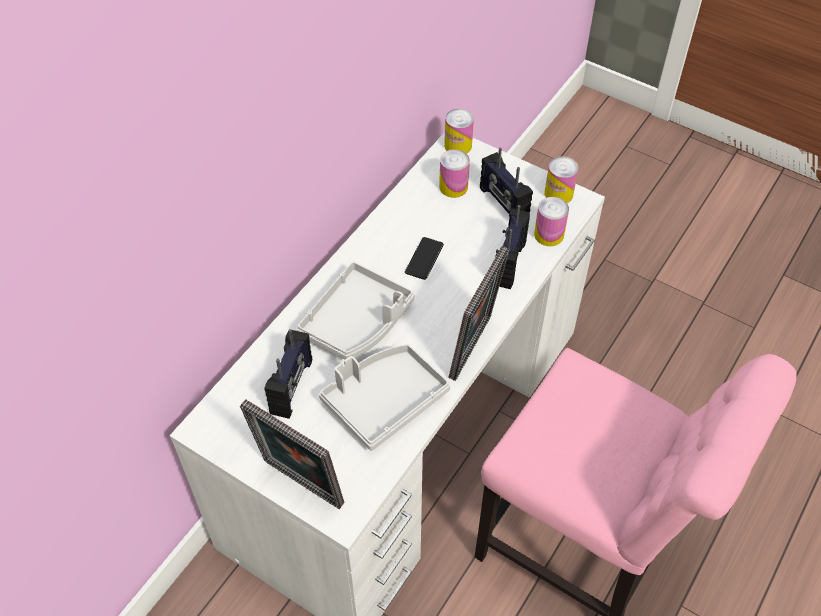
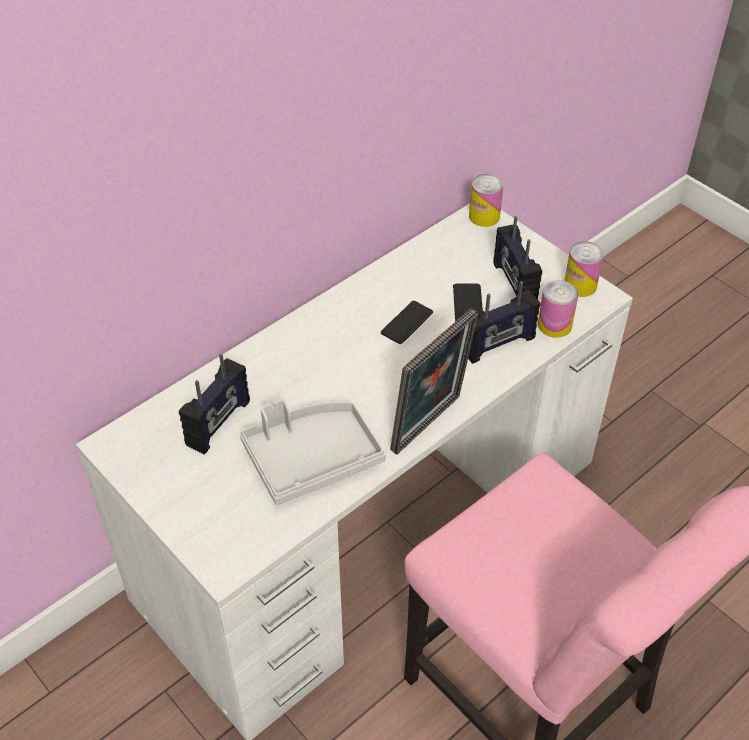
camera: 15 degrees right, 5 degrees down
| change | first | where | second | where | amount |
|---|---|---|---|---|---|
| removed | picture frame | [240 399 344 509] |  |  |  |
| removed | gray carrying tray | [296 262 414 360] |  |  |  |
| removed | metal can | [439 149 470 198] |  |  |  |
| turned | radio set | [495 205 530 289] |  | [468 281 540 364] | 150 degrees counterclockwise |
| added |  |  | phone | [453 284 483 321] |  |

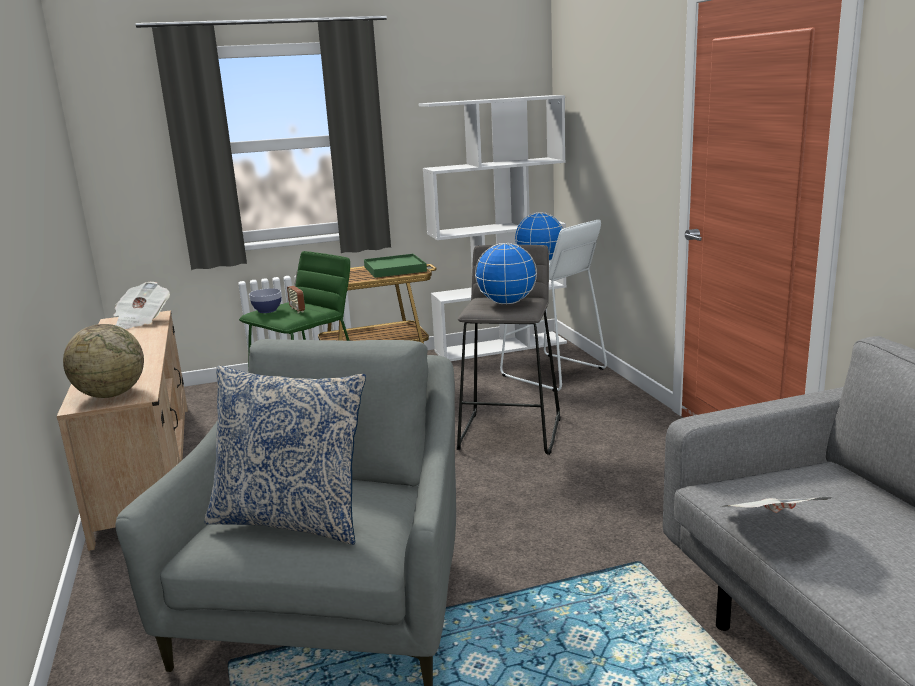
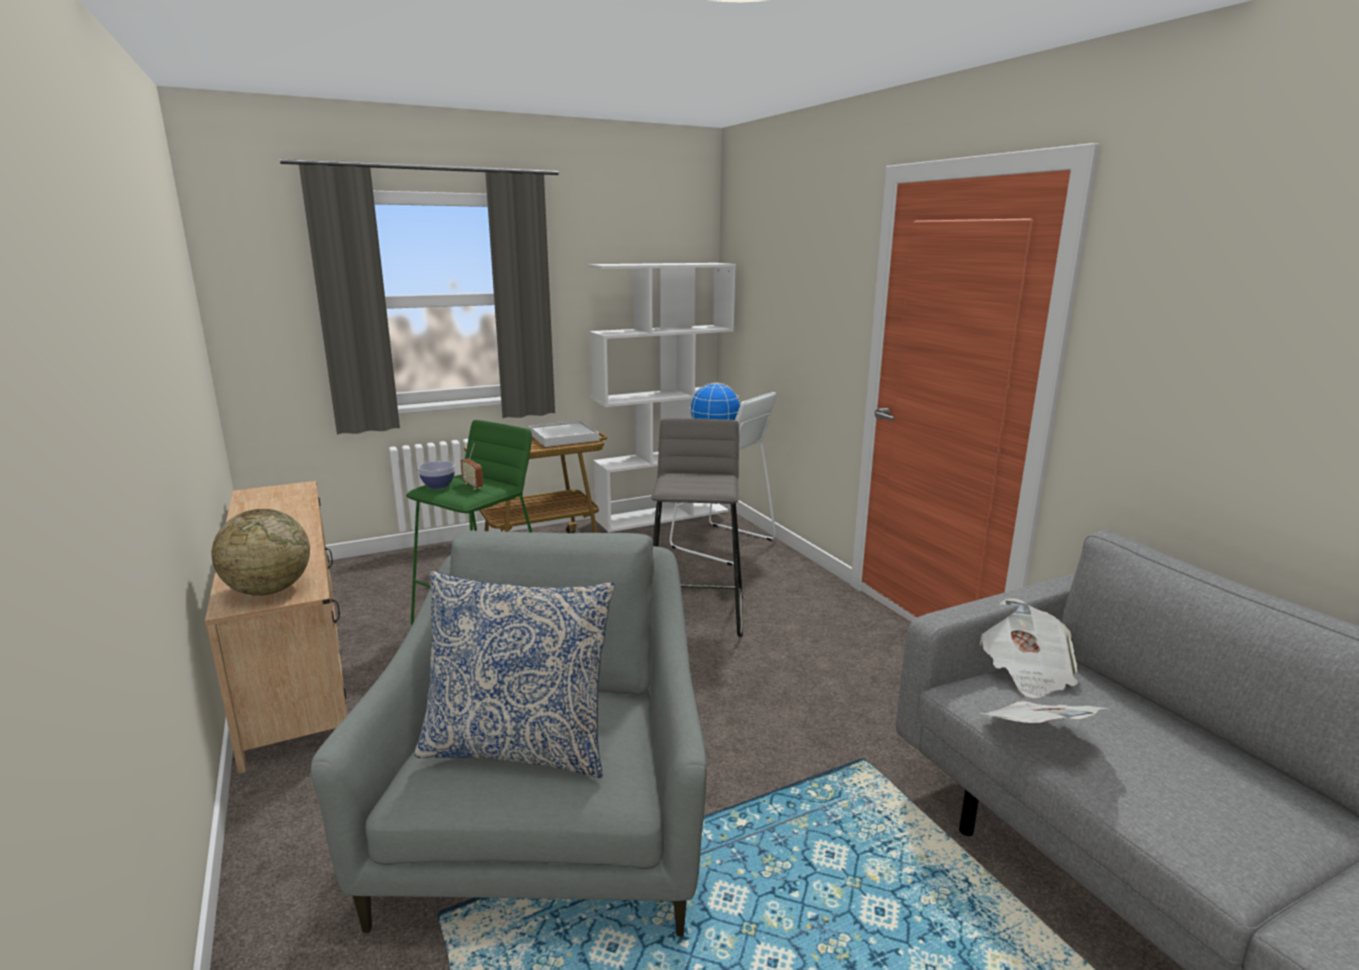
camera: 10 degrees left, 0 degrees up
| change | first | where | second | where | amount |
|---|---|---|---|---|---|
| moved | daily paper | [113 282 170 329] |  | [980 598 1078 698] |  |
| recoloured | green carrying tray | [364 254 427 278] | white-coloured carrying tray | [529 421 599 447] |  |
| removed | globe | [475 243 537 305] |  |  |  |

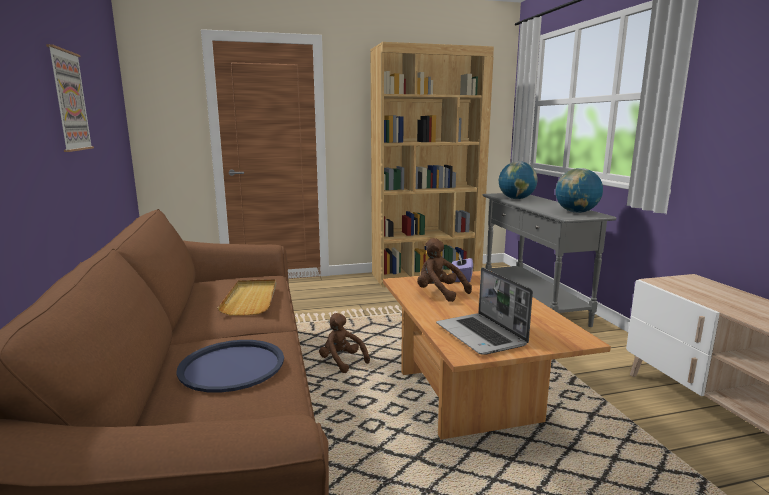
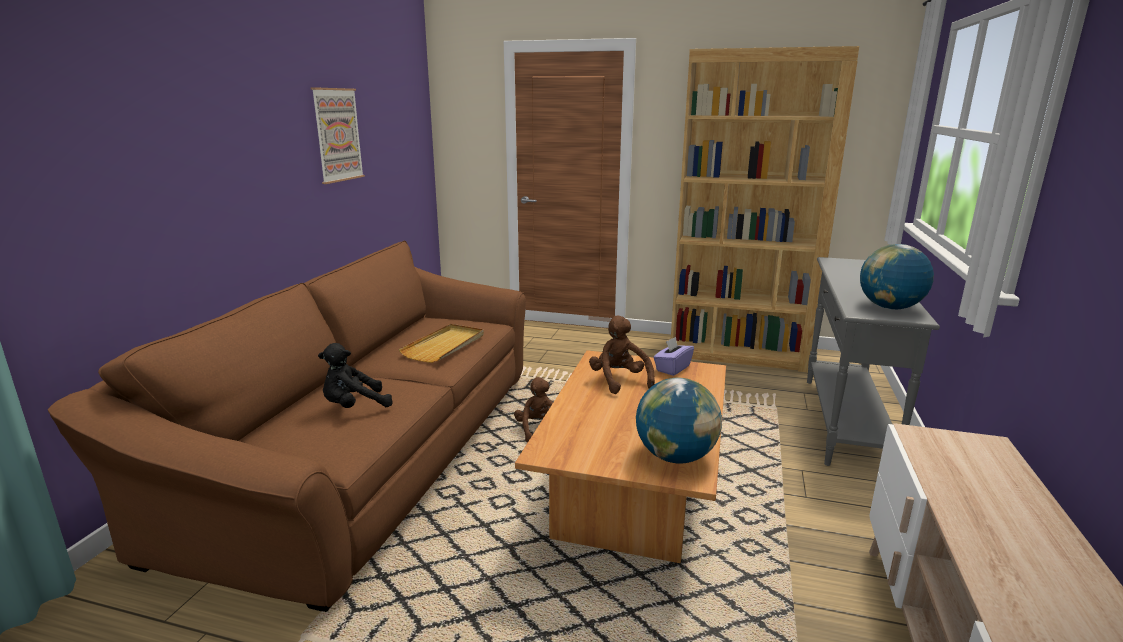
camera: 30 degrees right, 5 degrees up
| change | first | where | second | where | amount |
|---|---|---|---|---|---|
| replaced | bluish carrying tray | [176 340 284 393] | blackish plush toy | [318 343 393 408] |  |
| removed | notebook computer | [436 267 533 355] |  |  |  |
| moved | globe | [499 161 538 199] |  | [636 378 722 464] |  |

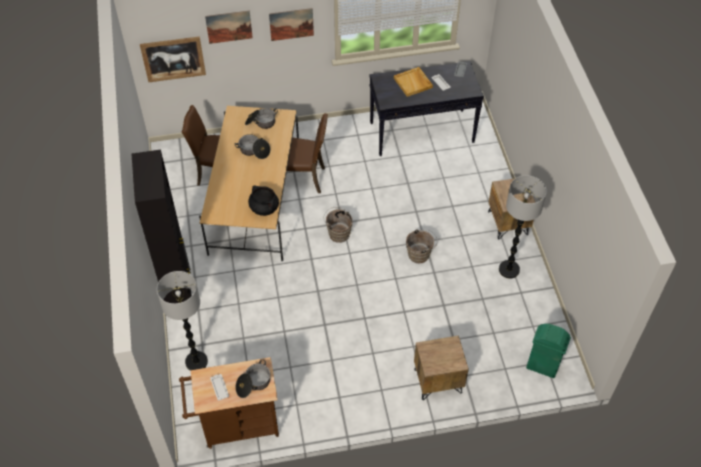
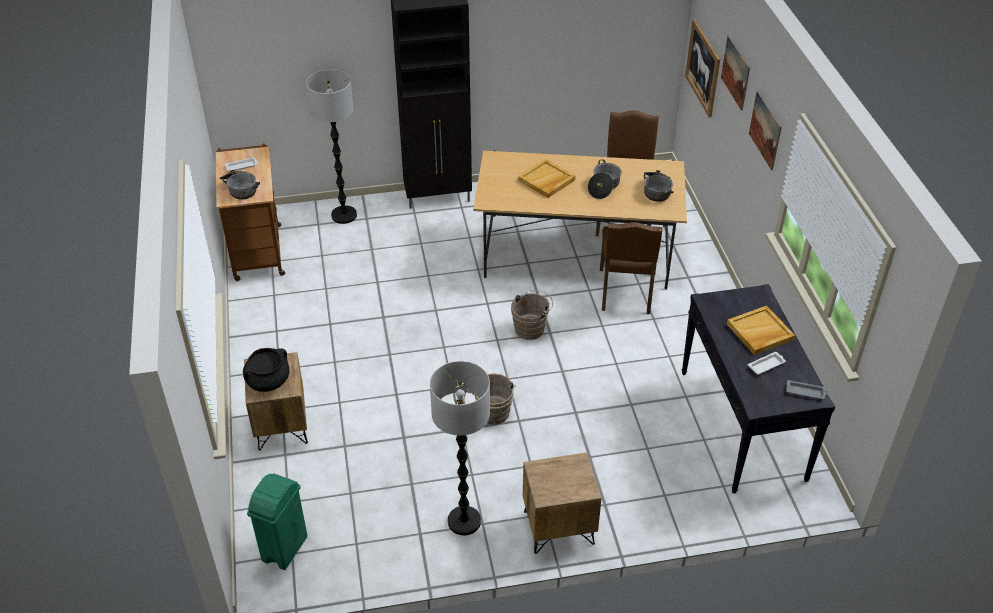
camera: 90 degrees right, 10 degrees down
| change | first | where | second | where | amount |
|---|---|---|---|---|---|
| moved | blackish saucepot | [248 185 279 216] |  | [243 348 289 392] |  |
| added |  |  | sand-coloured carrying tray | [518 159 575 198] |  |

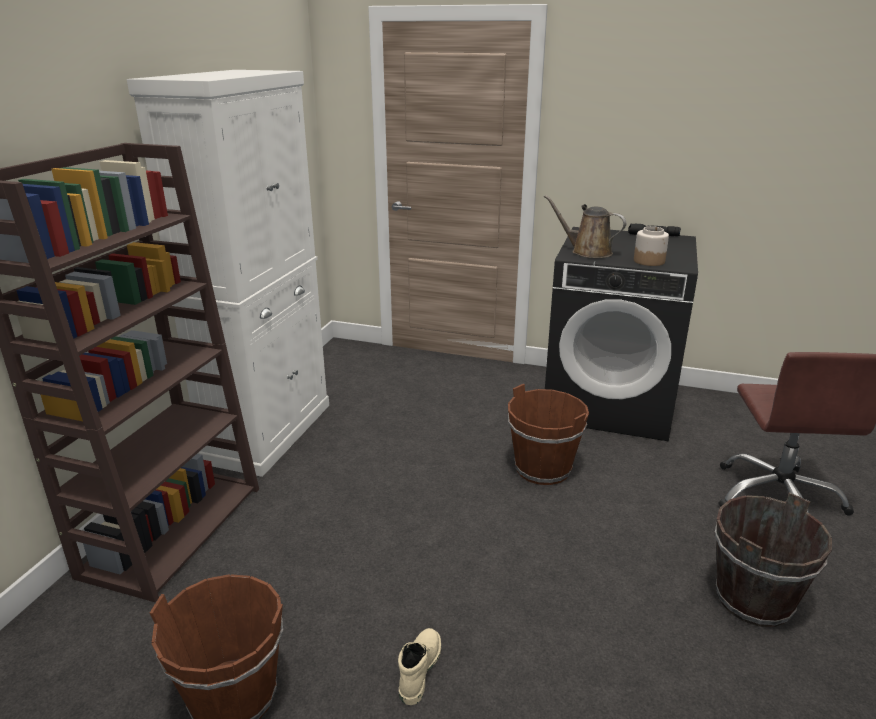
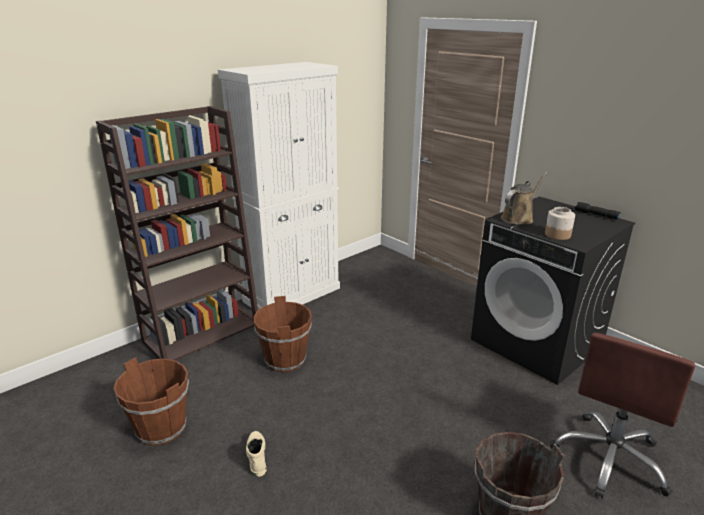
camera: 30 degrees right, 0 degrees up
| change | first | where | second | where | amount |
|---|---|---|---|---|---|
| turned | sand-coloured boot | [398 628 441 705] |  | [246 431 267 477] | 60 degrees counterclockwise |
| moved | brown bucket | [508 384 589 485] |  | [254 296 312 372] |  |
| turned | brown watering can | [544 195 626 258] |  | [501 172 548 225] | 75 degrees clockwise |

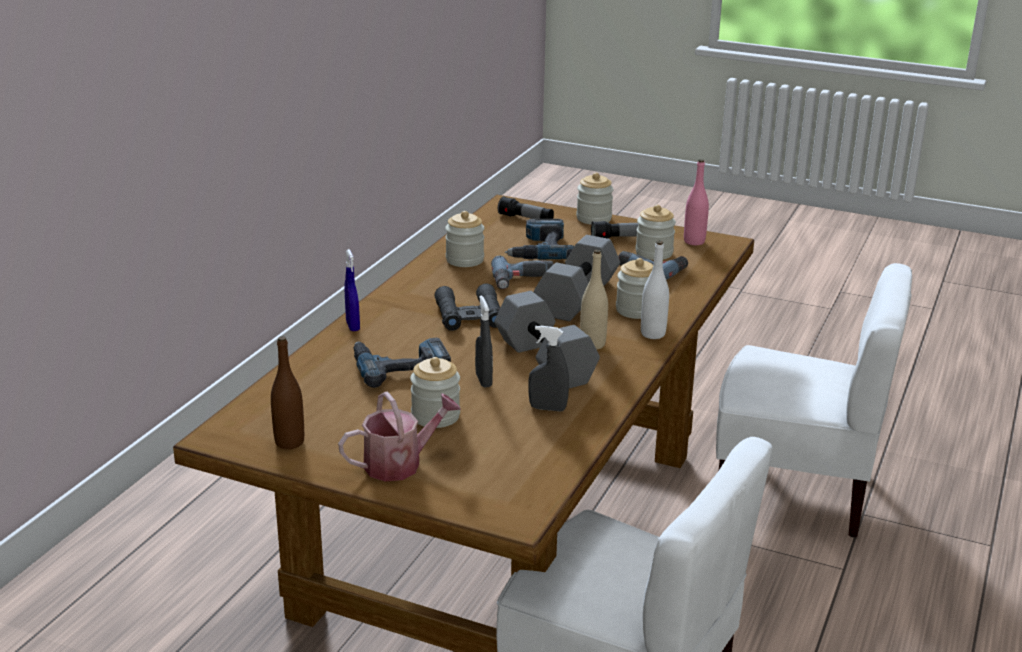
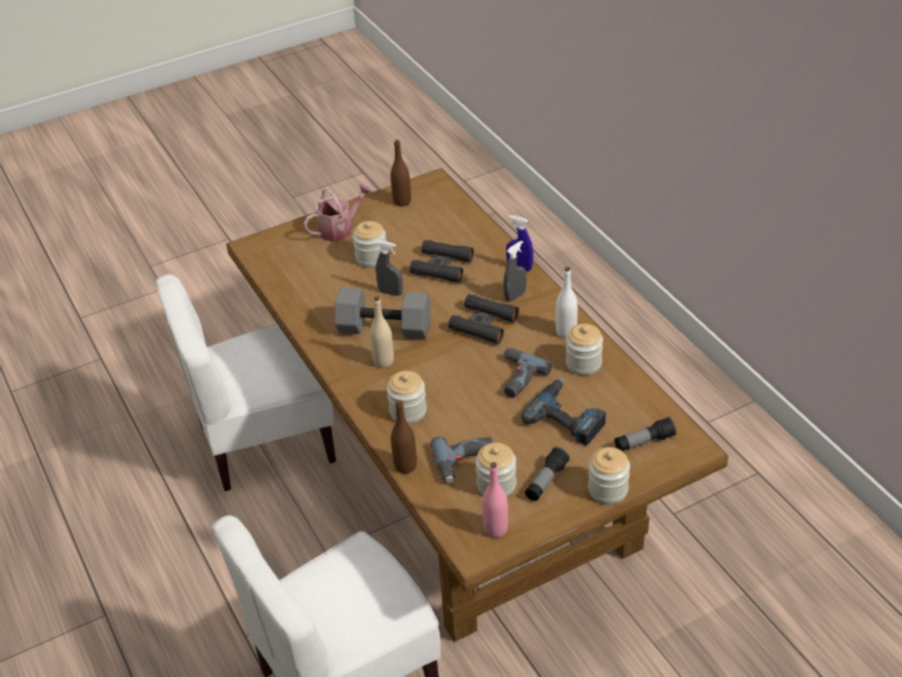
camera: 130 degrees right, 15 degrees up
| change | first | where | second | where | amount |
|---|---|---|---|---|---|
| turned | watering can | [338 391 461 481] |  | [304 184 372 242] | 135 degrees counterclockwise |
| replaced | electric drill | [354 338 451 388] | blackish pair of binoculars | [410 240 474 283] |  |
| moved | gray sprayer | [528 325 569 411] |  | [503 241 527 302] |  |
| removed | gray hand weight | [534 235 620 321] |  |  |  |
| moved | white-coloured beverage bottle | [641 241 669 339] |  | [556 267 578 338] |  |
| added |  |  | brown beverage bottle | [391 400 417 474] |  |

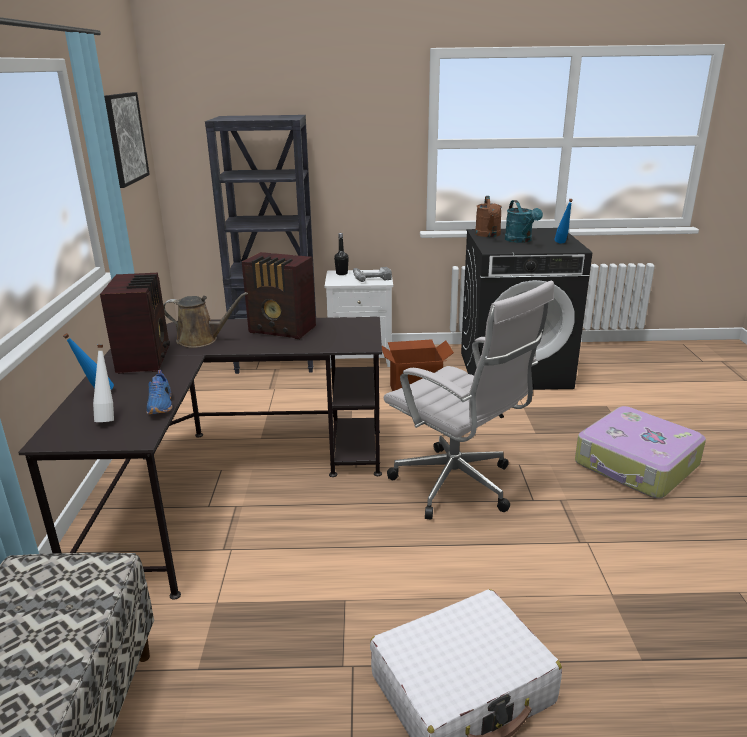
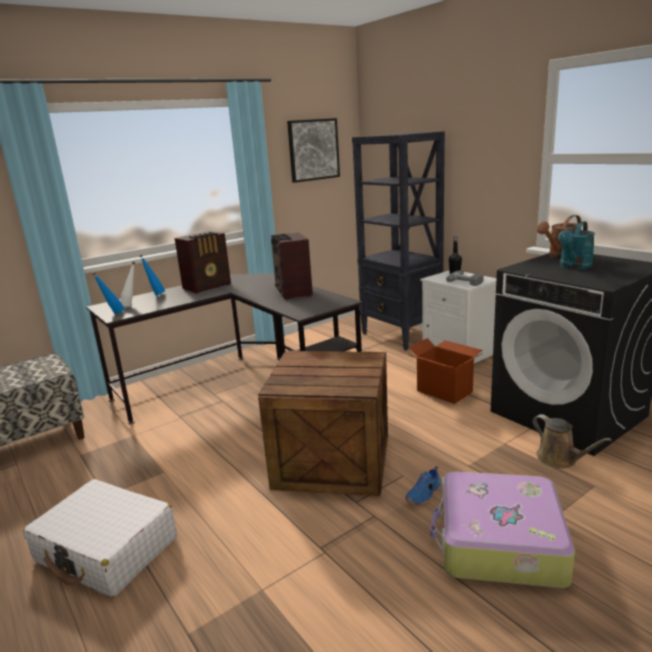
camera: 55 degrees right, 5 degrees down
| change | first | where | second | where | amount |
|---|---|---|---|---|---|
| moved | bluish shoe | [147 370 173 414] |  | [405 466 441 505] |  |
| moved | brown watering can | [163 292 248 348] |  | [533 414 612 469] |  |
| replaced | white-coloured desk chair | [384 281 554 519] | crate | [258 351 388 496] |  |
| moved | bluish beverage bottle | [555 199 573 244] |  | [92 272 125 314] |  |

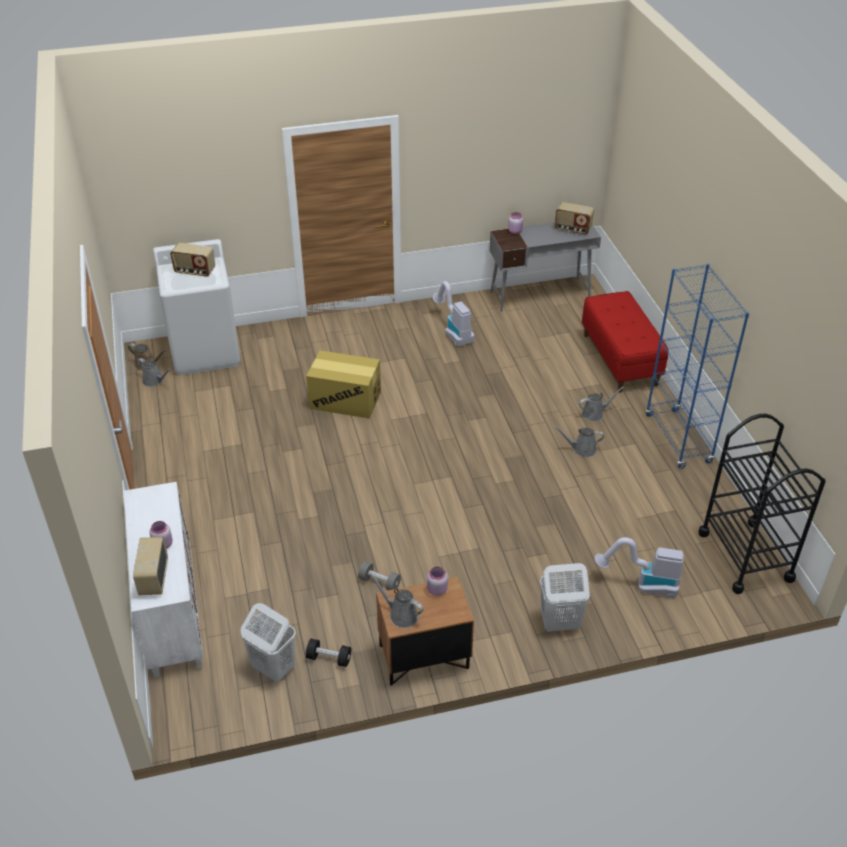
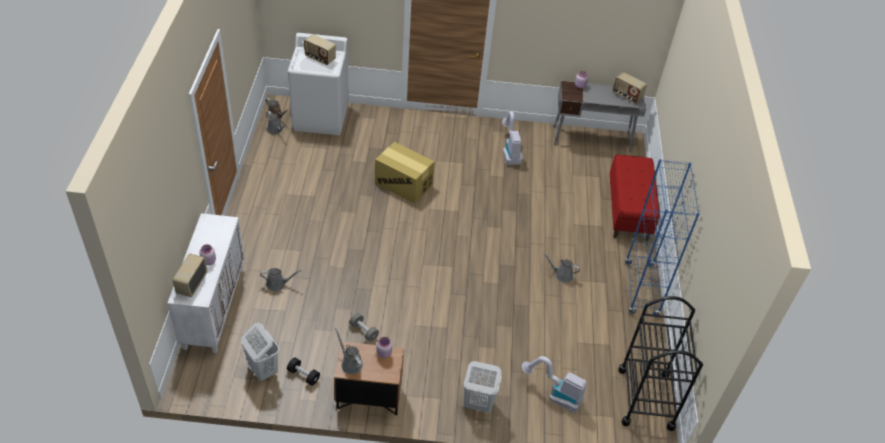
camera: 15 degrees right, 5 degrees up
| change | first | where | second | where | amount |
|---|---|---|---|---|---|
| moved | gray watering can | [579 387 624 422] |  | [260 268 301 292] |  |

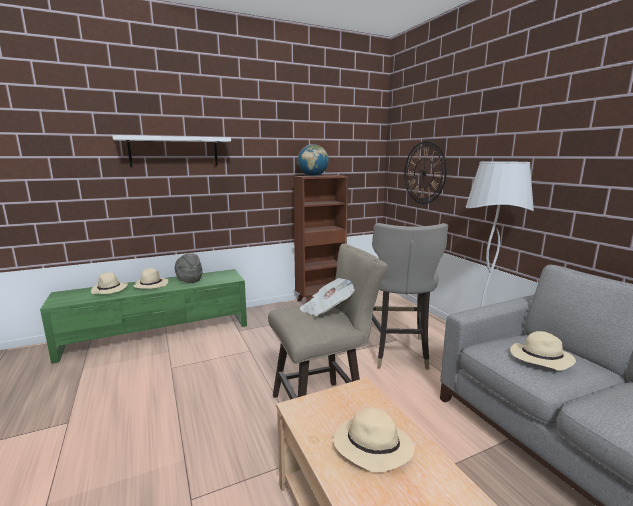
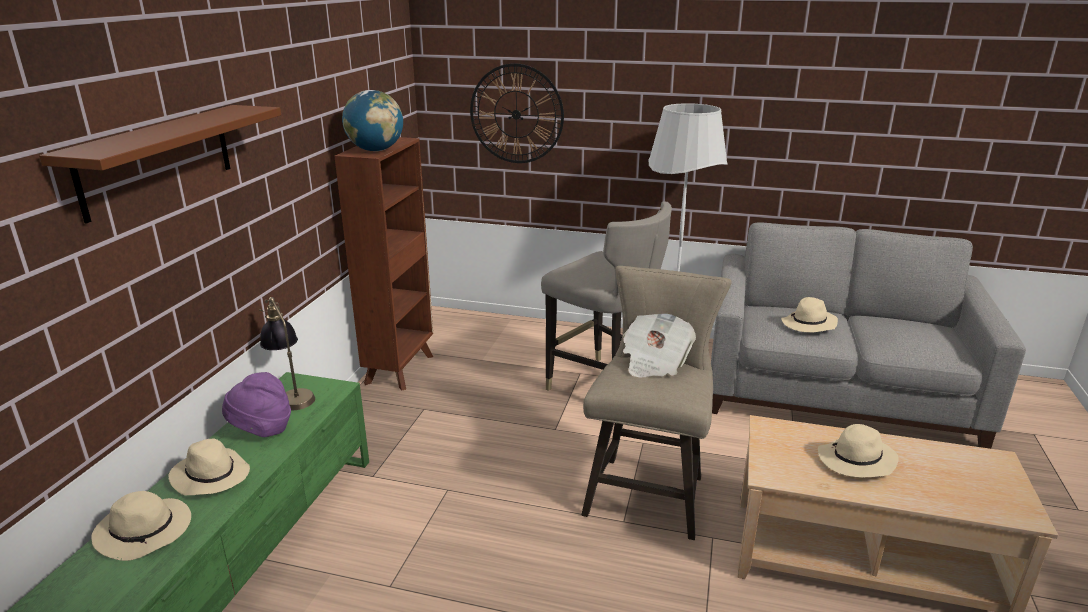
camera: 50 degrees left, 10 degrees up
| change | first | where | second | where | amount |
|---|---|---|---|---|---|
| recoloured | white-coloured shelf | [112 135 231 167] | brown shelf | [39 105 281 223] |  |
| recoloured | gray hat | [175 253 203 283] | purplish hat | [222 372 291 437] |  |
| added |  |  | lamp for a table | [259 297 315 411] |  |

